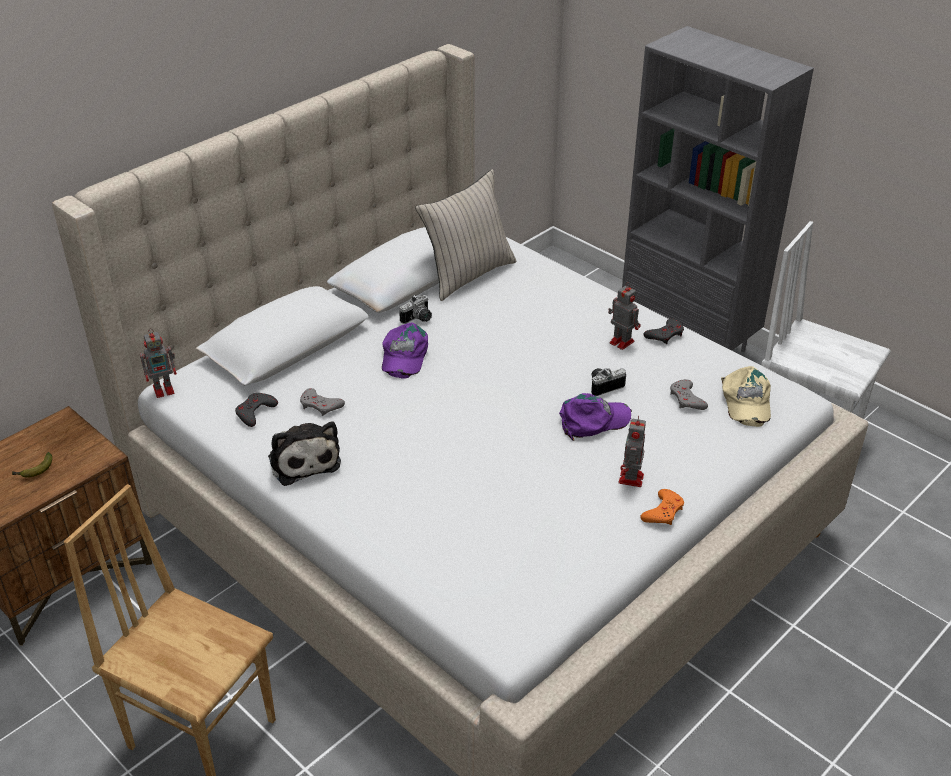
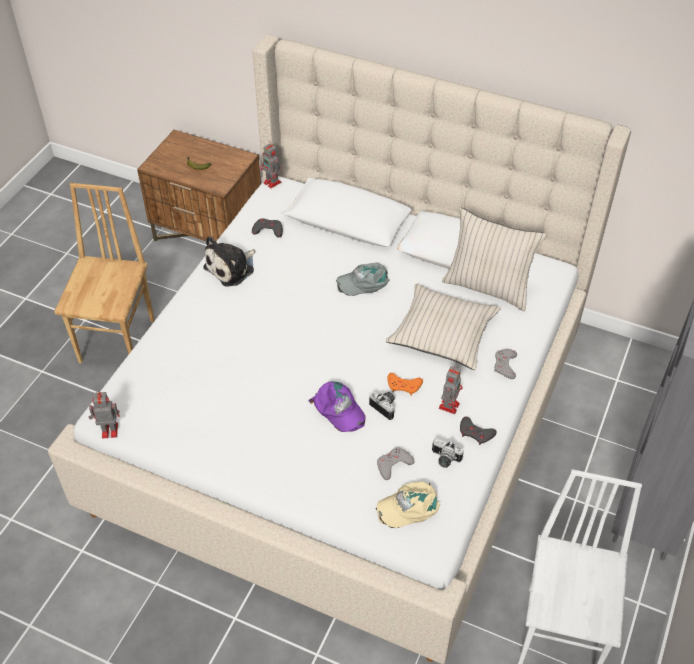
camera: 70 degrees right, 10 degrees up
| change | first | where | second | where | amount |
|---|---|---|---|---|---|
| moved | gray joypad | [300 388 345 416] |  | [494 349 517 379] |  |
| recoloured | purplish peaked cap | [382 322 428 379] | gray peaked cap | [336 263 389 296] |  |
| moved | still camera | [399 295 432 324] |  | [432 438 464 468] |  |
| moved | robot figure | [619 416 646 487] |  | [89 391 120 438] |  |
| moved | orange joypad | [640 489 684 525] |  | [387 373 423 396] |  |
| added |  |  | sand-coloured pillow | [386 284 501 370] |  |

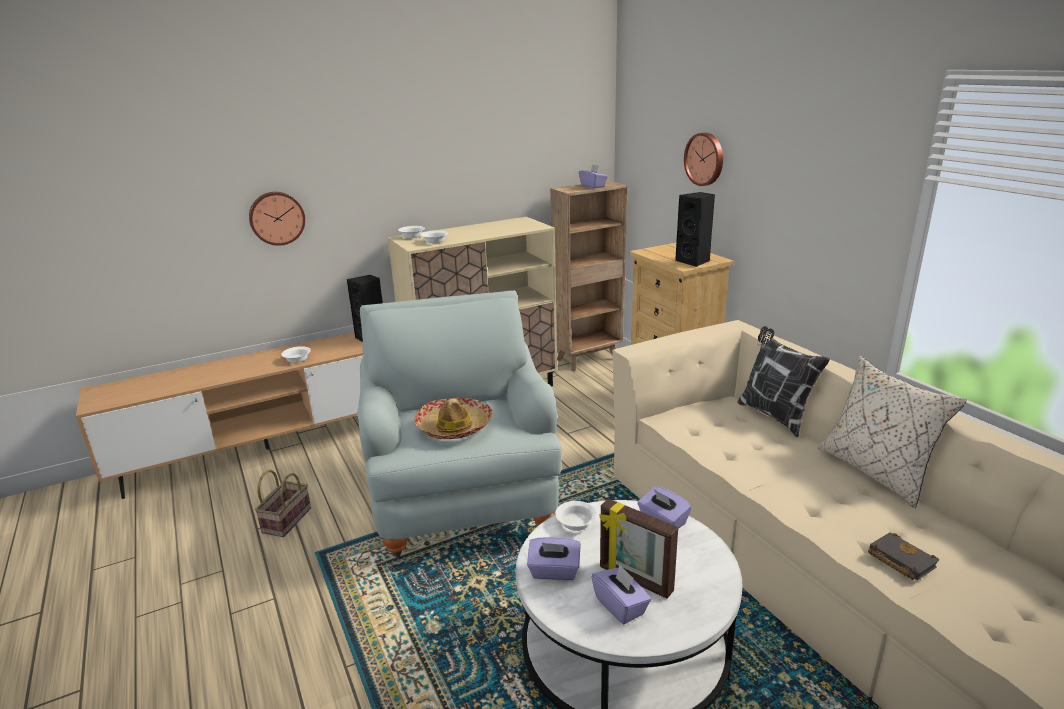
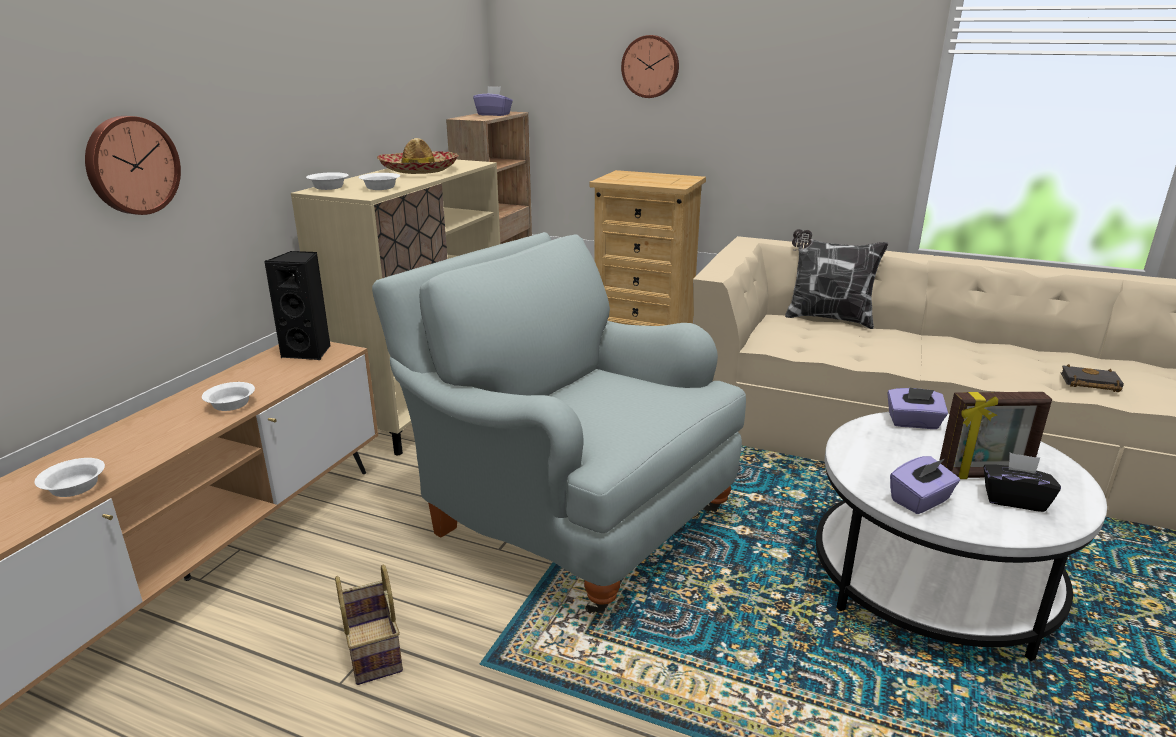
camera: 40 degrees left, 0 degrees up
| change | first | where | second | where | amount |
|---|---|---|---|---|---|
| moved | hat | [414 398 493 439] |  | [377 138 459 174] |  |
| moved | white-coloured deep dish | [555 501 597 531] |  | [35 458 105 497] |  |
| recoloured | purplish box of tissues | [592 564 651 624] | blackish box of tissues | [983 452 1061 512] |  |
| removed | blackish speaker | [675 192 715 267] |  |  |  |
| removed | sand-coloured pillow | [818 356 967 508] |  |  |  |

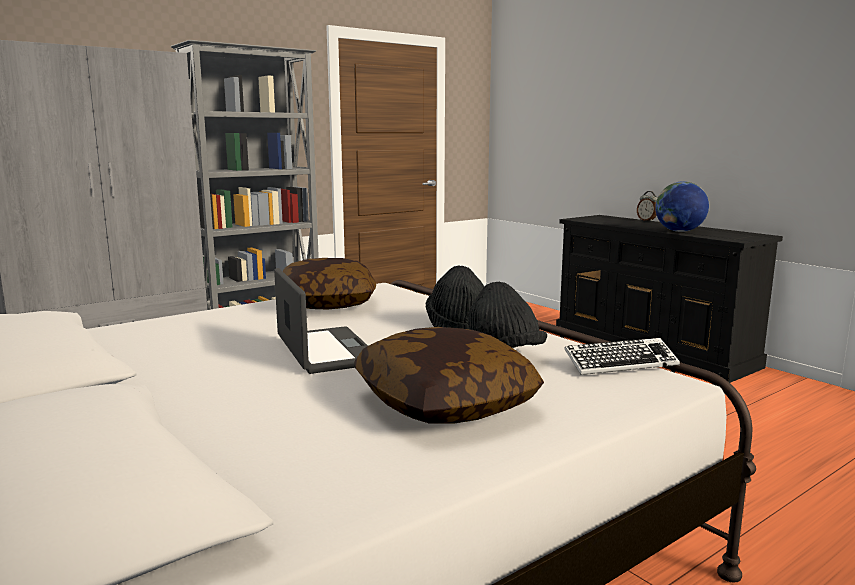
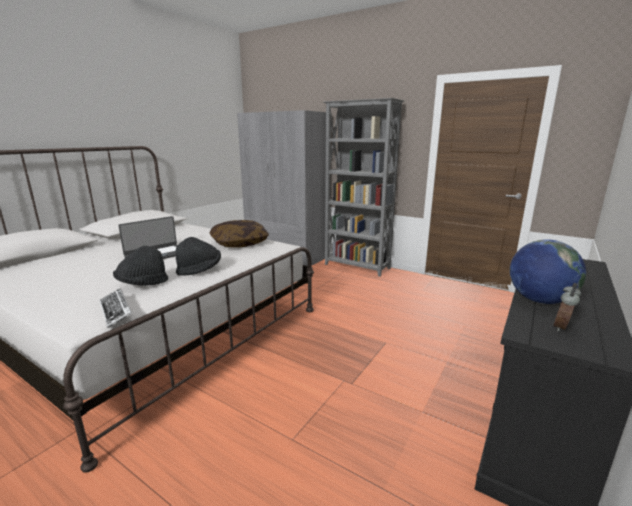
camera: 70 degrees right, 5 degrees up
| change | first | where | second | where | amount |
|---|---|---|---|---|---|
| removed | pillow | [354 327 544 424] |  |  |  |
| moved | table clock | [637 191 657 222] |  | [553 283 581 332] |  |

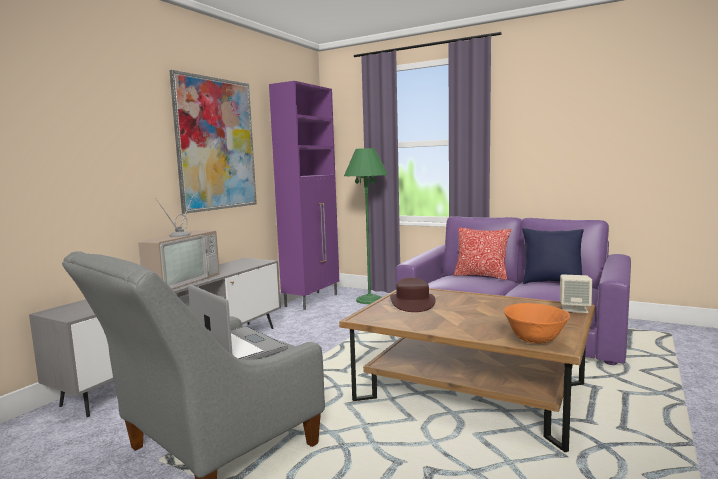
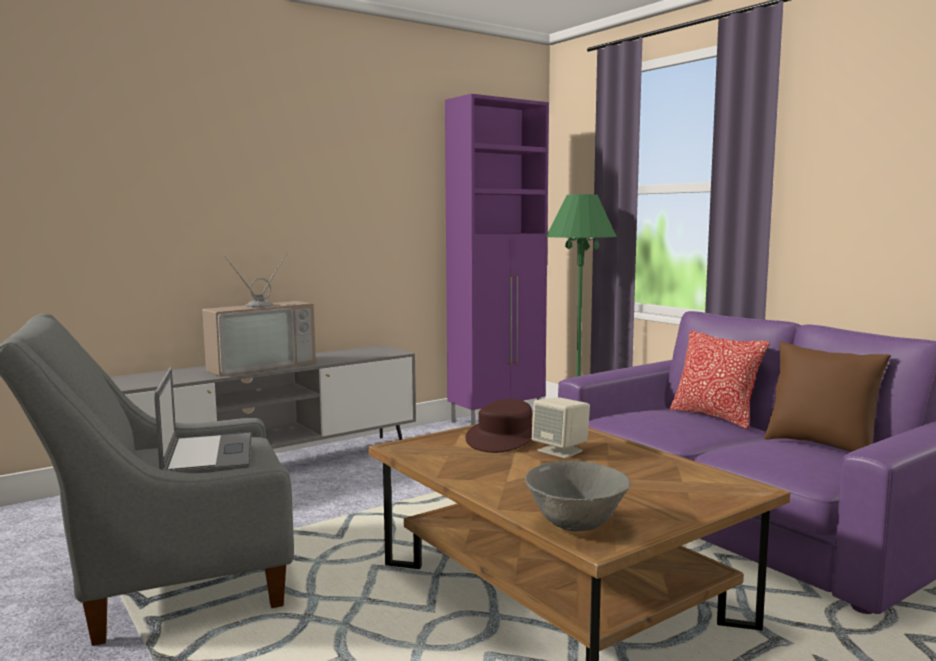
camera: 25 degrees right, 0 degrees up
| change | first | where | second | where | amount |
|---|---|---|---|---|---|
| removed | picture | [169 70 257 214] |  |  |  |
| recoloured | orange deep dish | [504 303 570 343] | gray deep dish | [525 461 631 531] |  |
| recoloured | bluish pillow | [522 228 584 284] | brown pillow | [764 342 891 451] |  |
| moved | sand-coloured speaker | [560 274 592 313] |  | [531 397 590 458] |  |

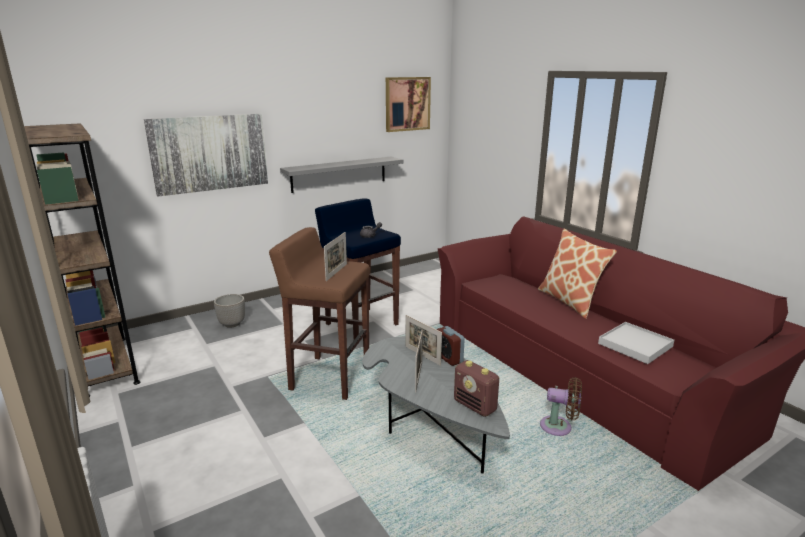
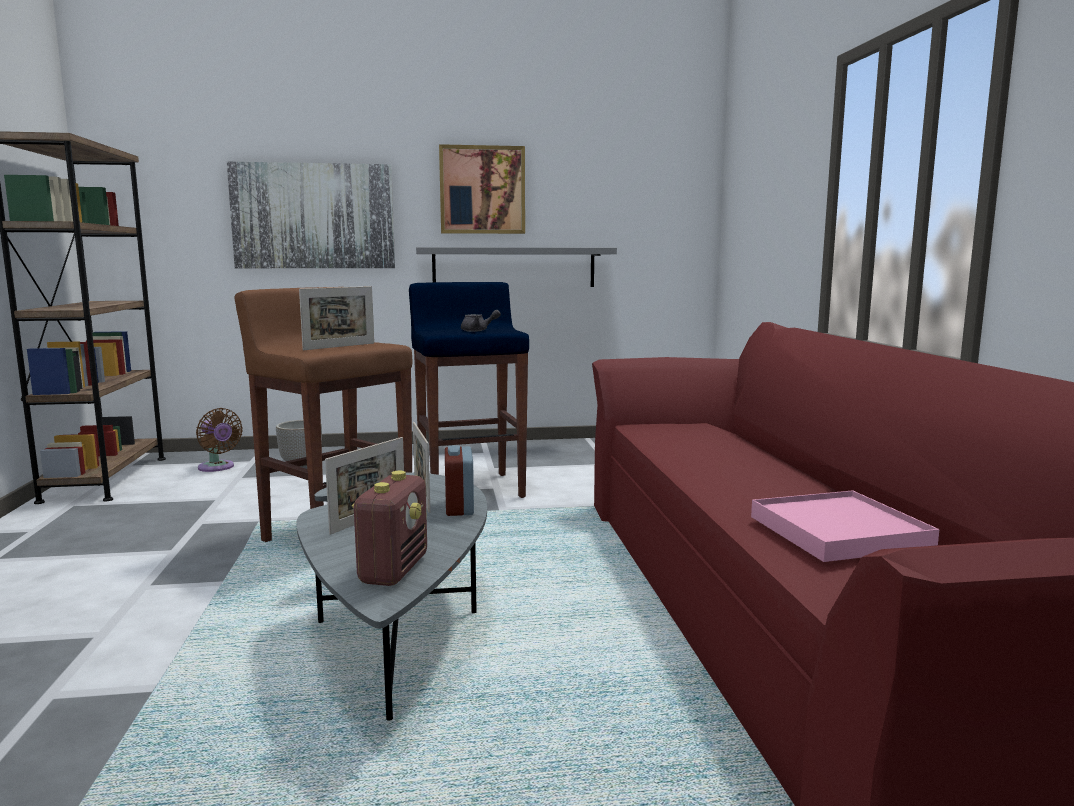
camera: 25 degrees right, 10 degrees down
| change | first | where | second | where | amount |
|---|---|---|---|---|---|
| moved | picture | [386 77 431 132] |  | [439 144 525 234] |  |
| turned | radio set | [454 360 499 417] |  | [352 471 427 586] | 150 degrees counterclockwise |
| removed | pillow | [538 229 617 319] |  |  |  |
| moved | brown fan | [540 377 582 436] |  | [196 408 243 472] |  |
| recoloured | white-coloured carrying tray | [598 322 674 364] | pinkish carrying tray | [751 490 940 562] |  |

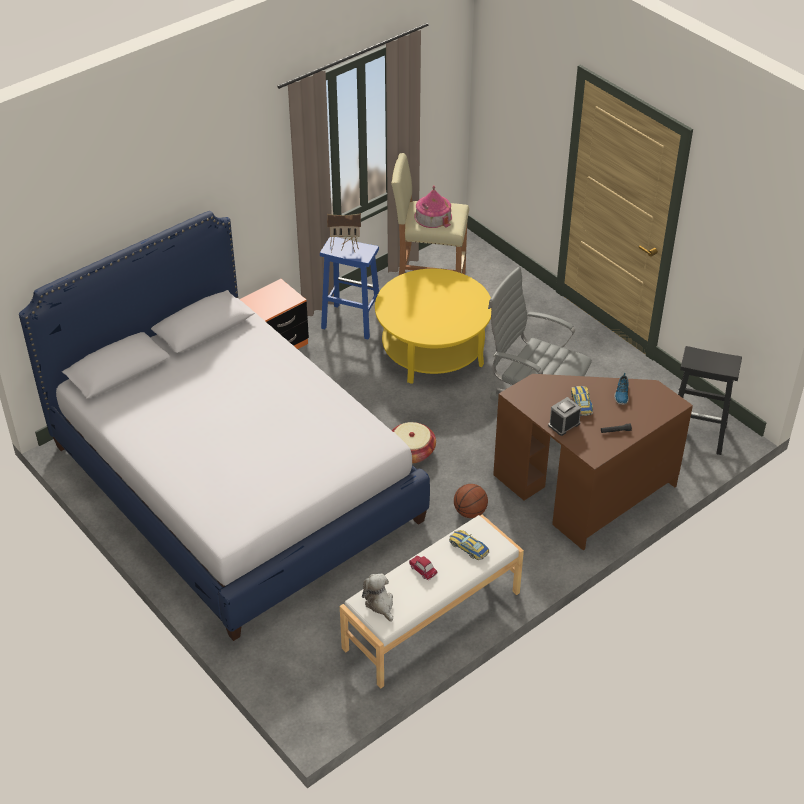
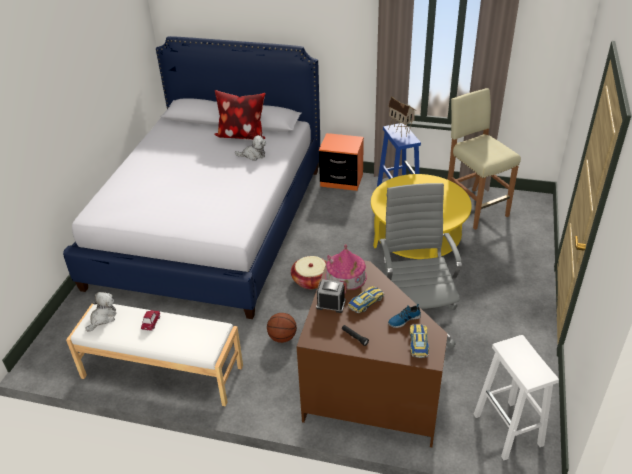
camera: 55 degrees right, 5 degrees down
| change | first | where | second | where | amount |
|---|---|---|---|---|---|
| moved | toy house | [415 185 452 228] |  | [325 244 367 294] |  |
| moved | toy car | [449 530 489 560] |  | [410 324 429 358] |  |
| recoloured | blackish stool | [678 346 742 455] | white-coloured stool | [473 335 559 460] |  |
| added |  |  | pillow | [215 90 266 140] |  |
| added |  |  | plush toy | [235 135 266 161] |  |

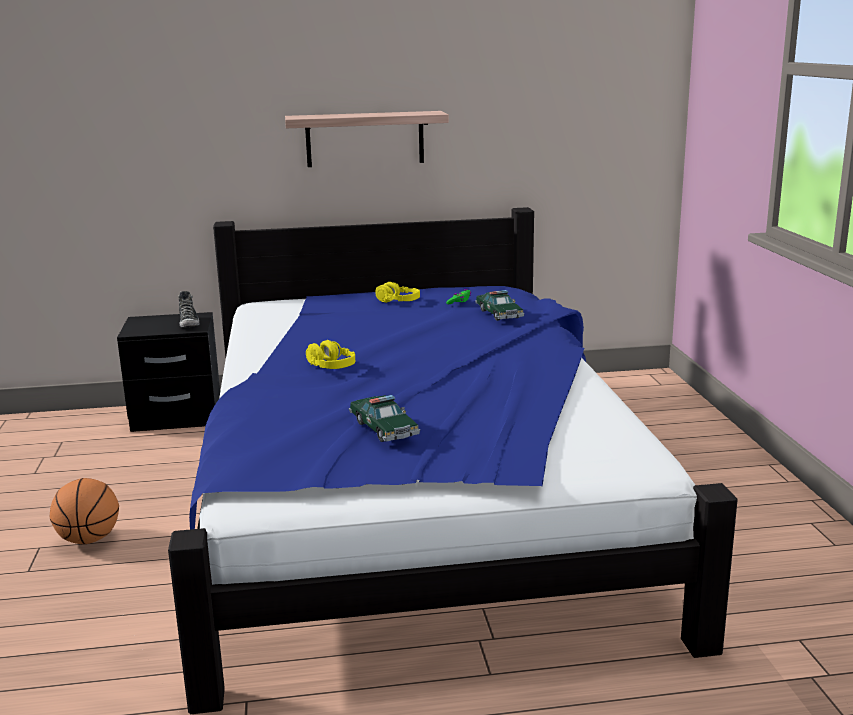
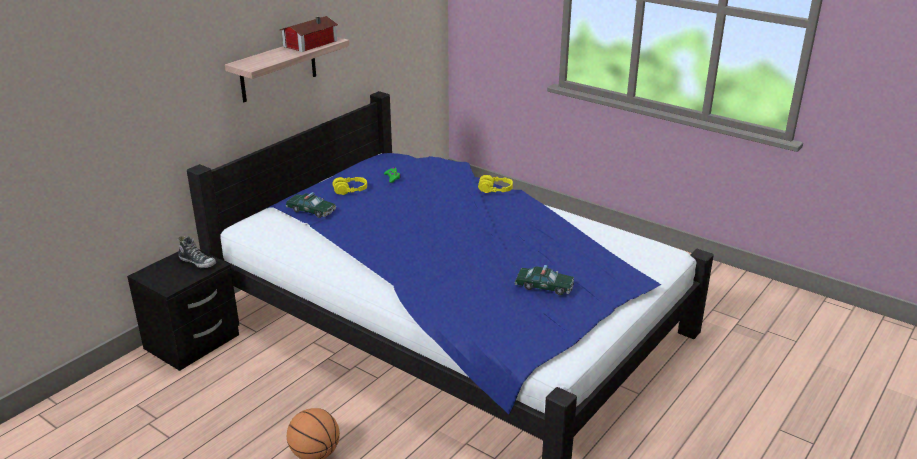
camera: 45 degrees left, 10 degrees up
| change | first | where | second | where | amount |
|---|---|---|---|---|---|
| moved | yellow-coloured pair of headphones | [306 340 355 369] |  | [478 175 513 193] |  |
| moved | toy car | [475 290 525 321] |  | [286 192 336 218] |  |
| added |  |  | toy house | [280 16 338 52] |  |

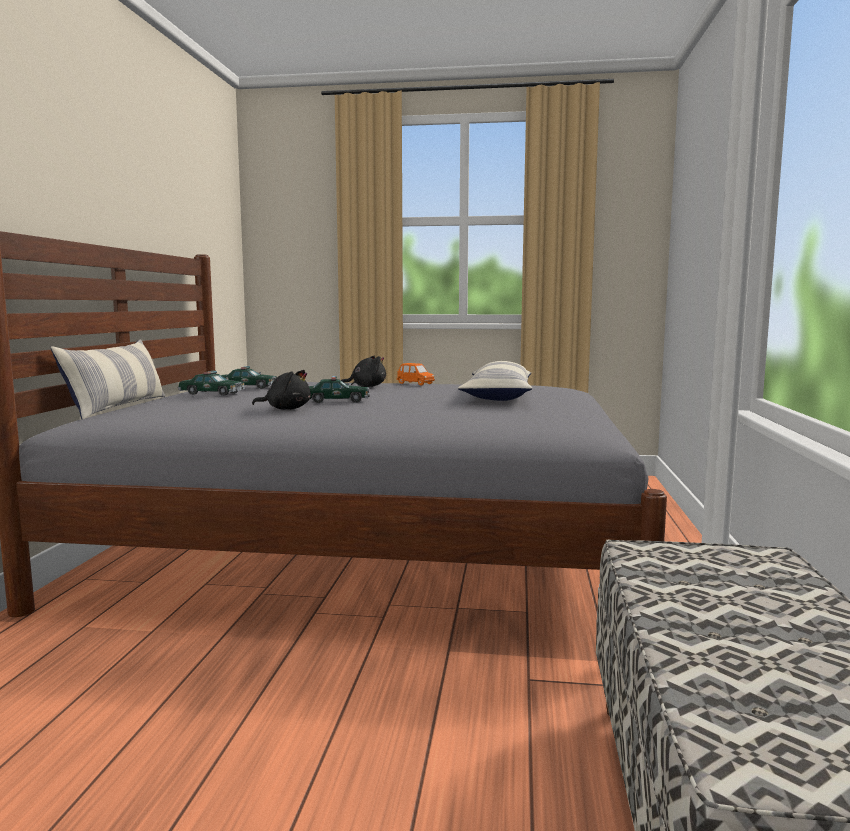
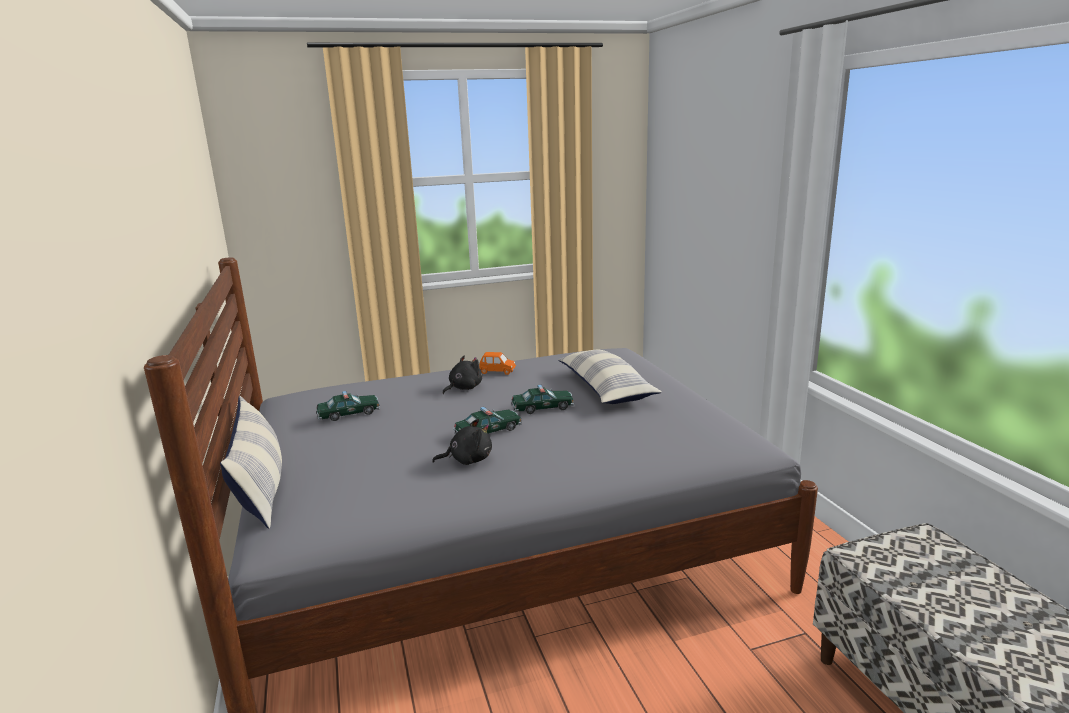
camera: 25 degrees left, 10 degrees up
| change | first | where | second | where | amount |
|---|---|---|---|---|---|
| moved | toy car | [178 371 245 396] |  | [511 385 574 414] |  |

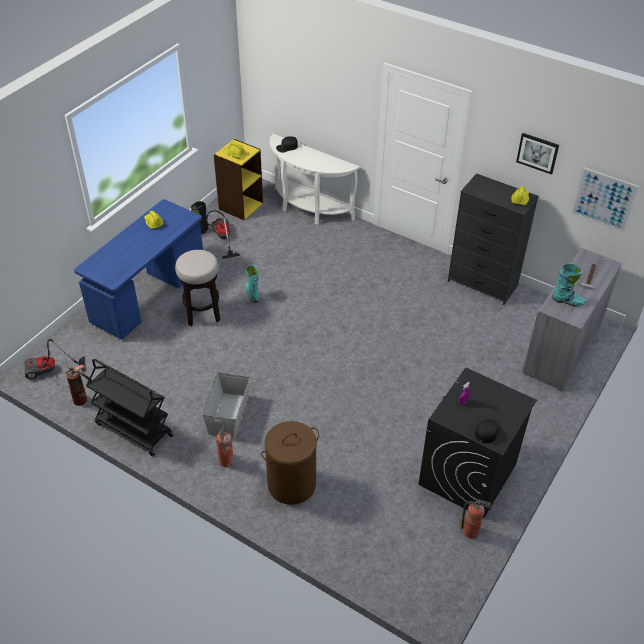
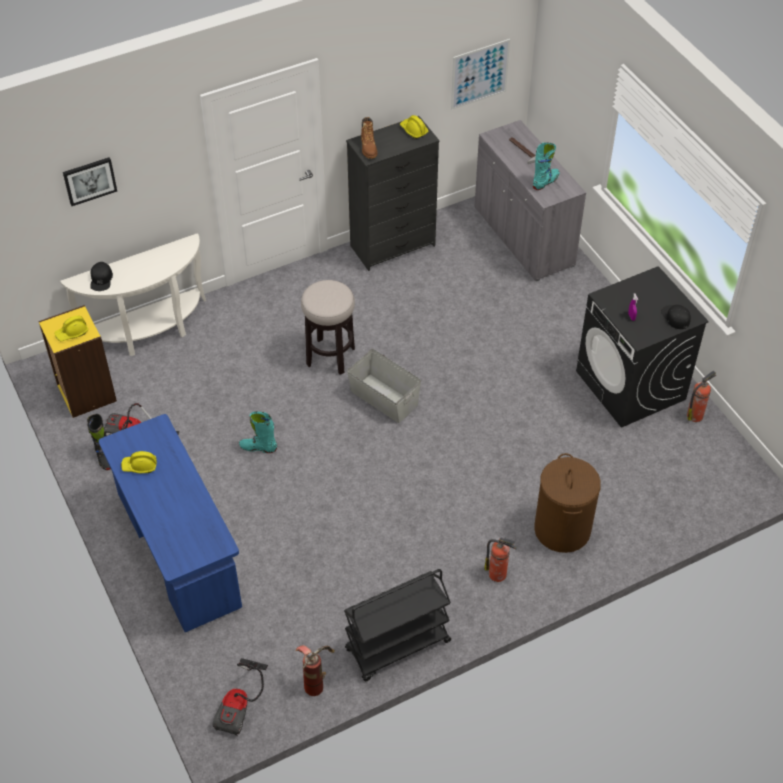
camera: 60 degrees left, 5 degrees up
| change | first | where | second | where | amount |
|---|---|---|---|---|---|
| moved | stool | [175 250 220 326] |  | [301 280 355 375] |  |
| moved | gray storage box | [202 372 250 439] |  | [347 349 421 423] |  |
| moved | picture | [516 133 559 174] |  | [63 157 117 206] |  |
| added |  |  | brown boot | [361 117 378 159] |  |

